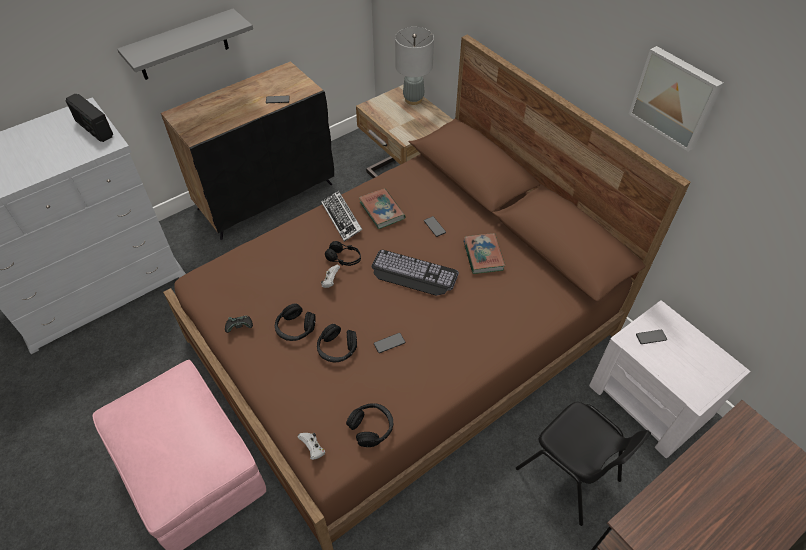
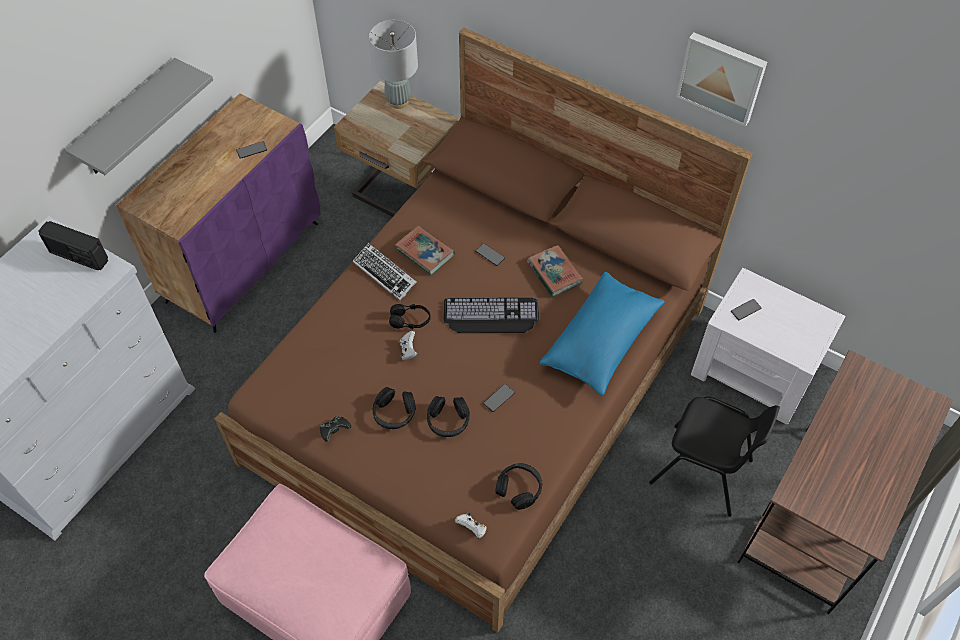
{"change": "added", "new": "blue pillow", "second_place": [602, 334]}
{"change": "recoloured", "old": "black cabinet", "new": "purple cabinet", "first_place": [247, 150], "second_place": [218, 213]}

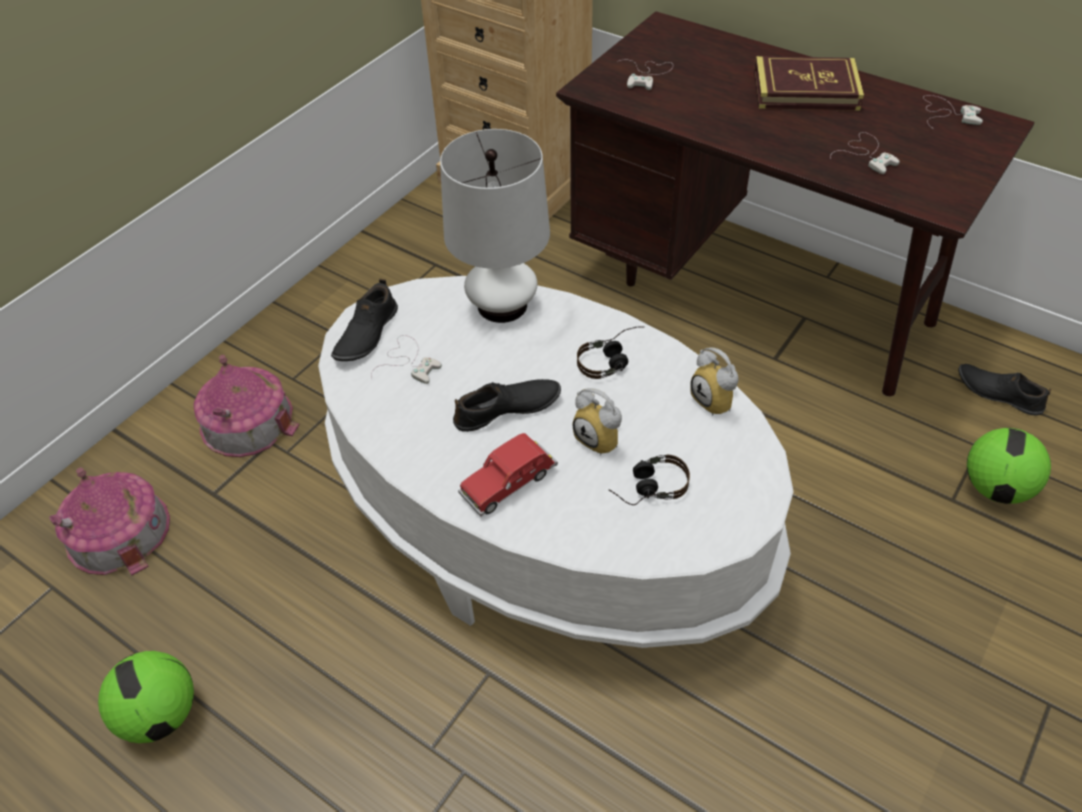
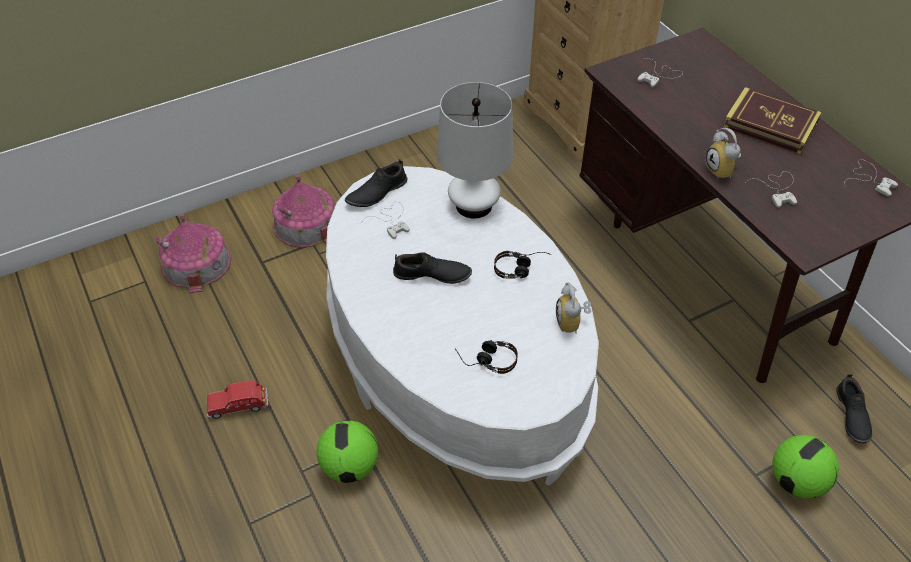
{"change": "moved", "old": "football", "first_place": [146, 697], "second_place": [347, 451]}
{"change": "moved", "old": "red toy car", "first_place": [508, 475], "second_place": [238, 399]}
{"change": "moved", "old": "alarm clock", "first_place": [597, 421], "second_place": [723, 153]}
{"change": "turned", "old": "black shoe", "first_place": [1004, 389], "second_place": [854, 409], "degrees": -150}

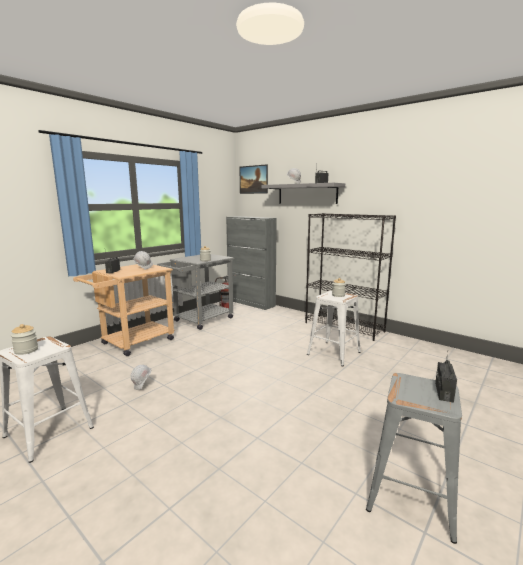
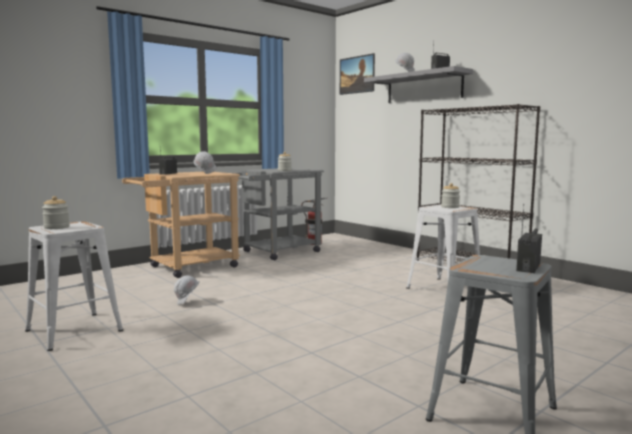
{"change": "removed", "old": "grey cabinet", "first_place": [251, 263]}

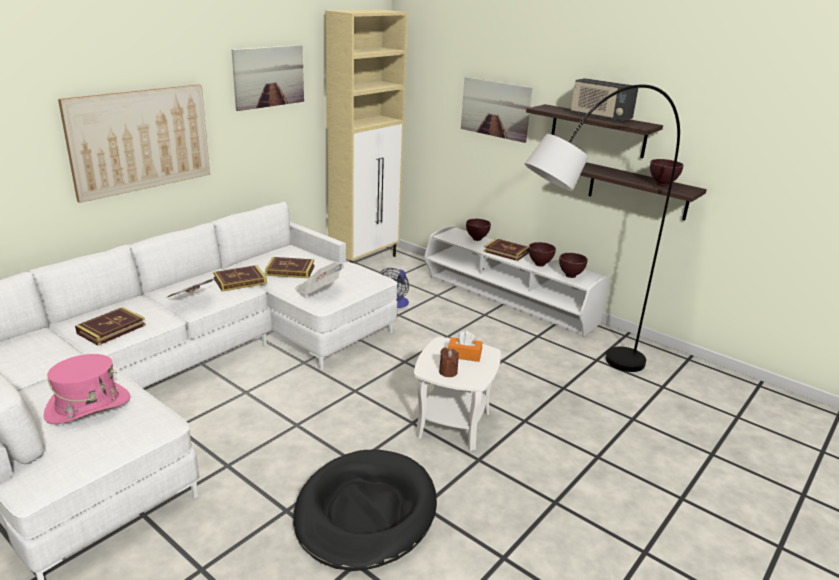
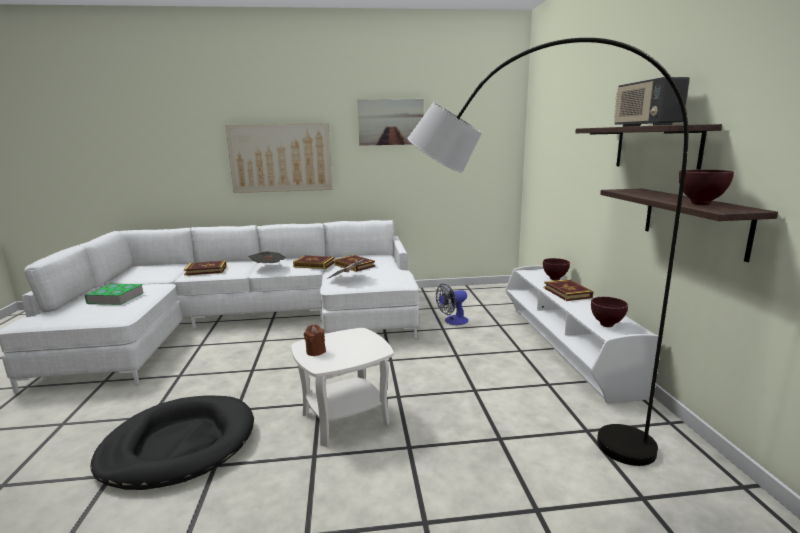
{"change": "removed", "old": "beige cabinet", "first_place": [366, 136]}
{"change": "removed", "old": "orange tissue box", "first_place": [465, 346]}
{"change": "removed", "old": "picture", "first_place": [497, 110]}
{"change": "removed", "old": "brown bowl", "first_place": [542, 254]}
{"change": "replaced", "old": "pink hat", "new": "book", "first_place": [87, 389], "second_place": [114, 294]}

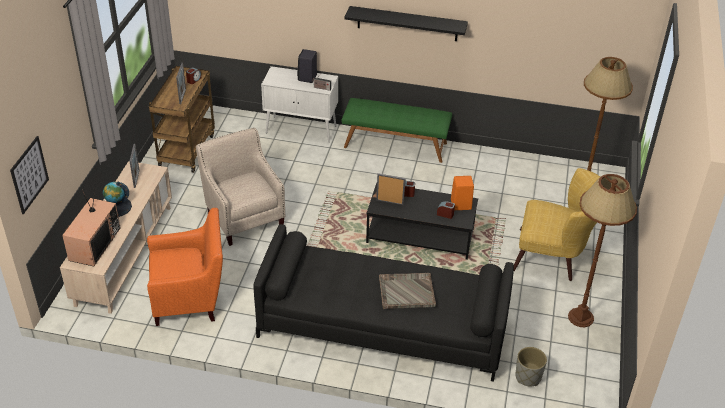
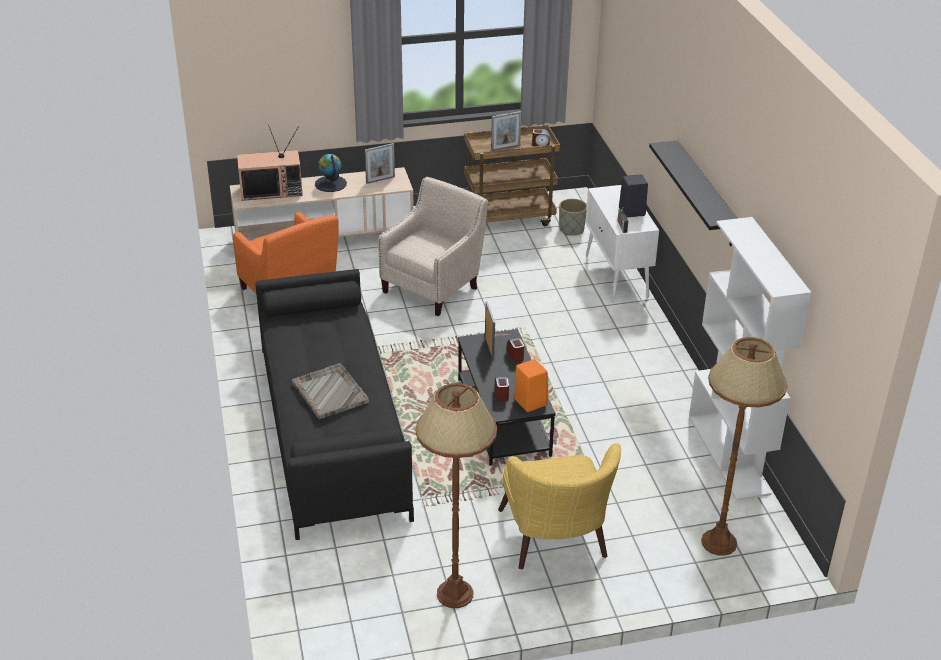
{"change": "removed", "old": "picture", "first_place": [29, 175]}
{"change": "removed", "old": "green bench", "first_place": [396, 130]}
{"change": "added", "new": "white bookcase", "second_place": [750, 358]}
{"change": "moved", "old": "grey planter", "first_place": [531, 367], "second_place": [573, 217]}

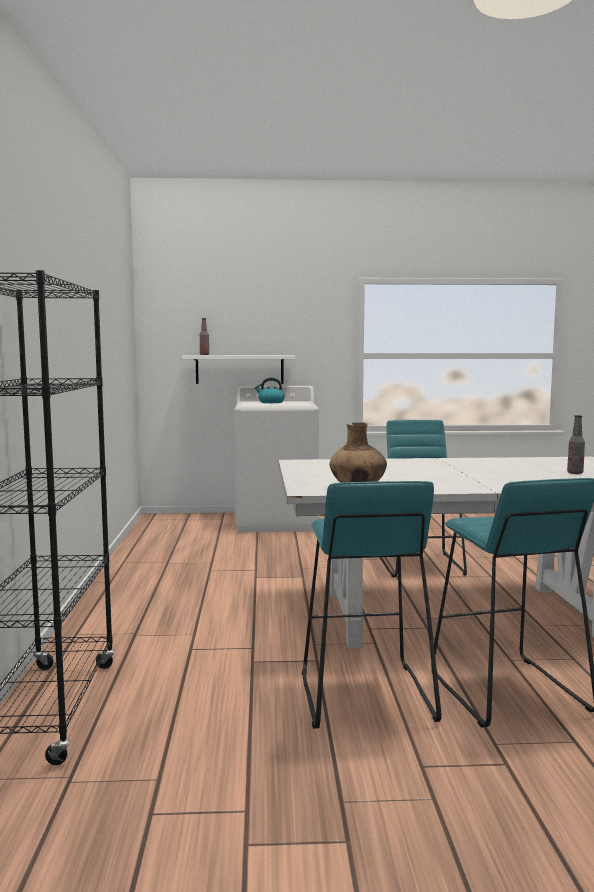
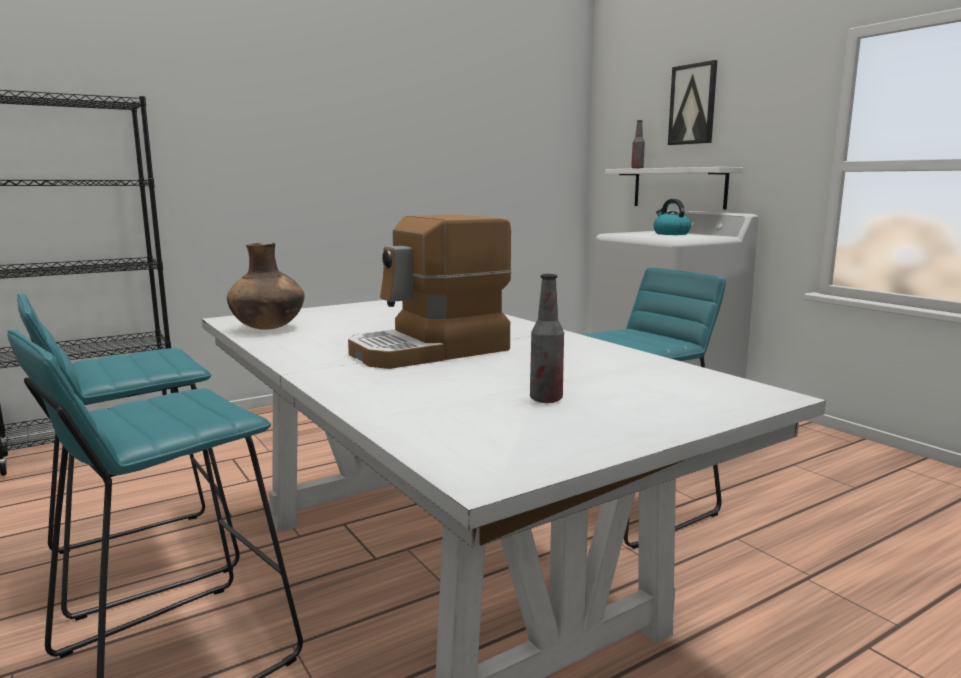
{"change": "added", "new": "coffee machine", "second_place": [430, 291]}
{"change": "added", "new": "picture", "second_place": [693, 102]}

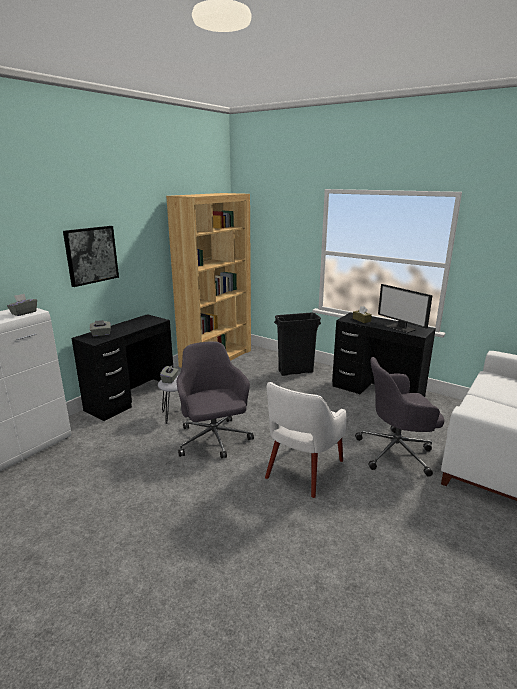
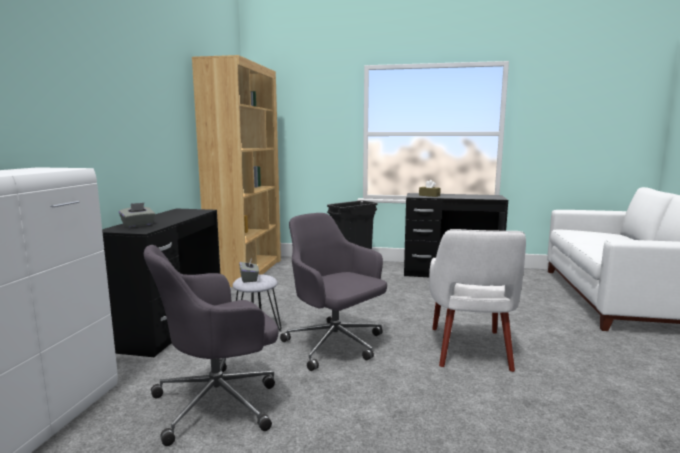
{"change": "removed", "old": "grey tissue box", "first_place": [22, 304]}
{"change": "removed", "old": "picture", "first_place": [91, 256]}
{"change": "removed", "old": "monitor", "first_place": [405, 308]}
{"change": "moved", "old": "grey office chair", "first_place": [400, 417], "second_place": [211, 345]}

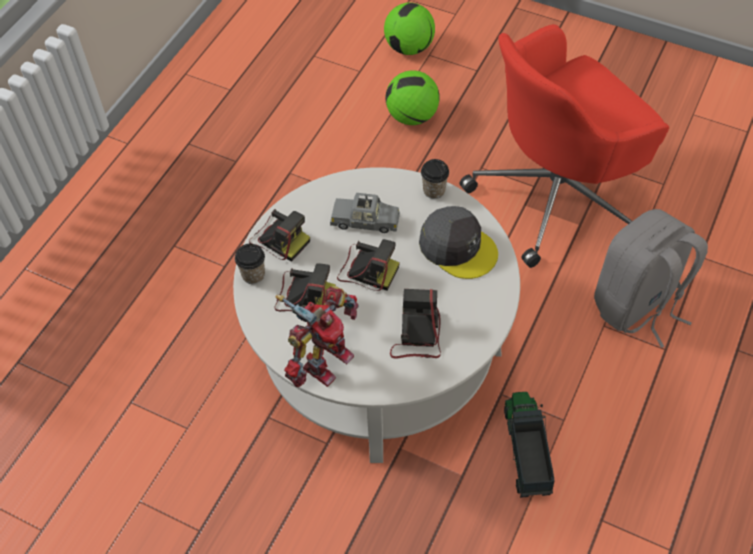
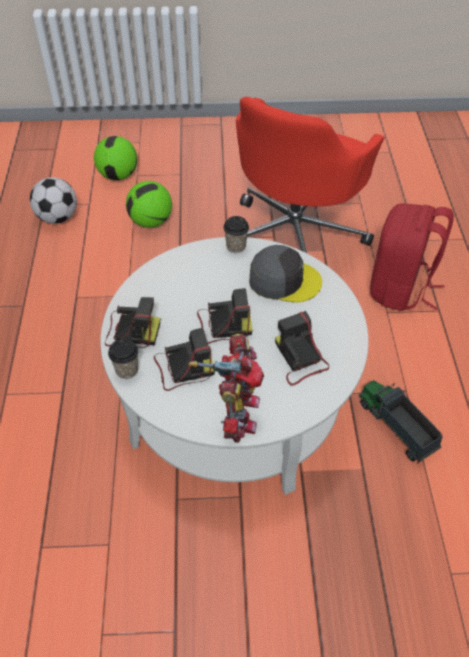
{"change": "removed", "old": "grey toy car", "first_place": [365, 213]}
{"change": "added", "new": "football", "second_place": [53, 200]}
{"change": "recoloured", "old": "grey backpack", "new": "red backpack", "first_place": [651, 278], "second_place": [412, 257]}

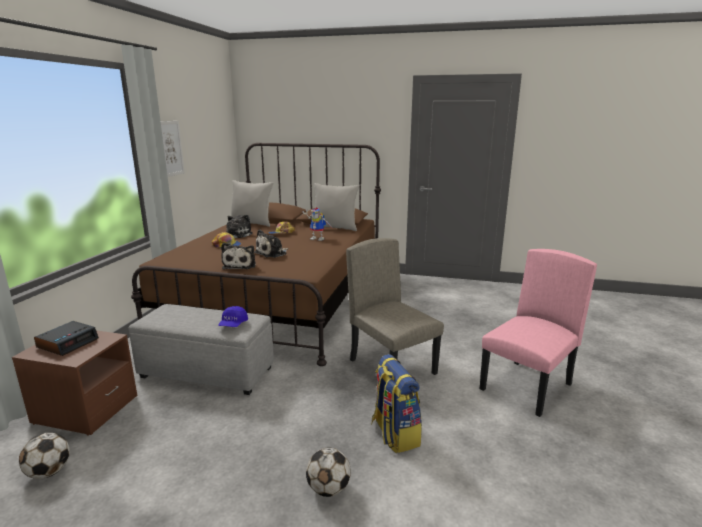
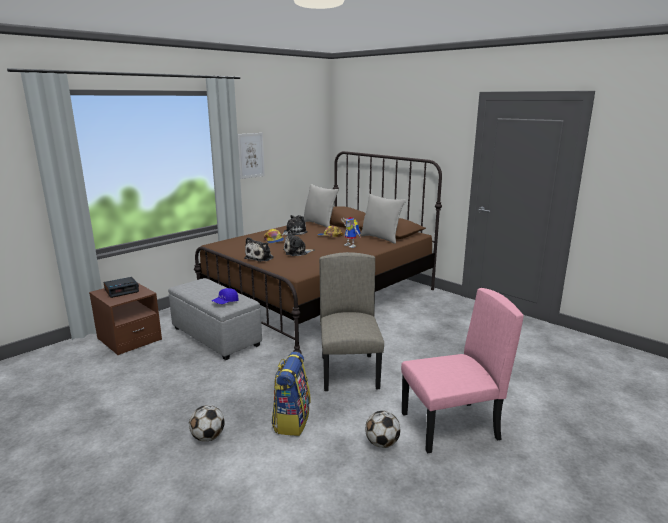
{"change": "moved", "old": "football", "first_place": [44, 456], "second_place": [382, 429]}

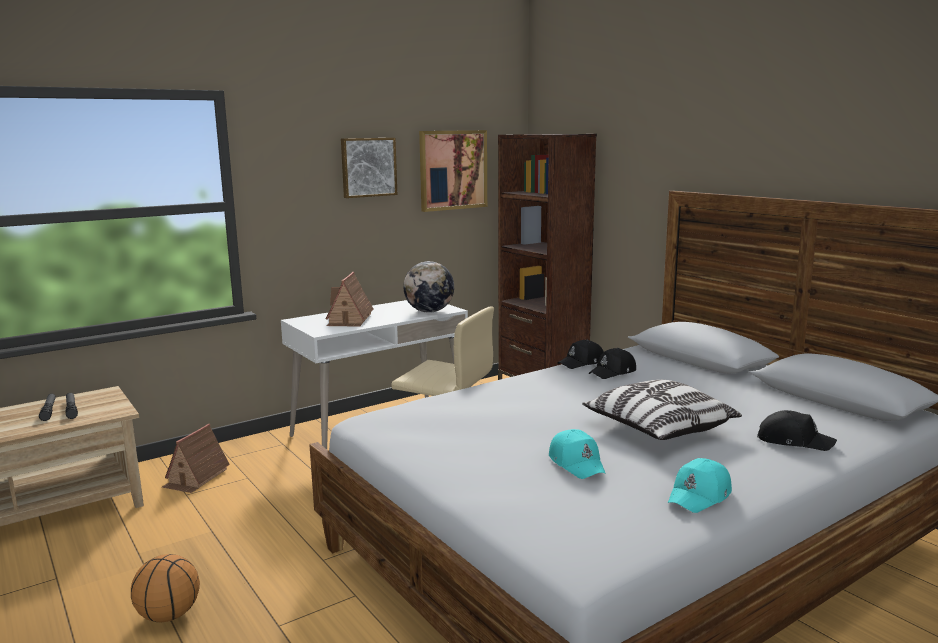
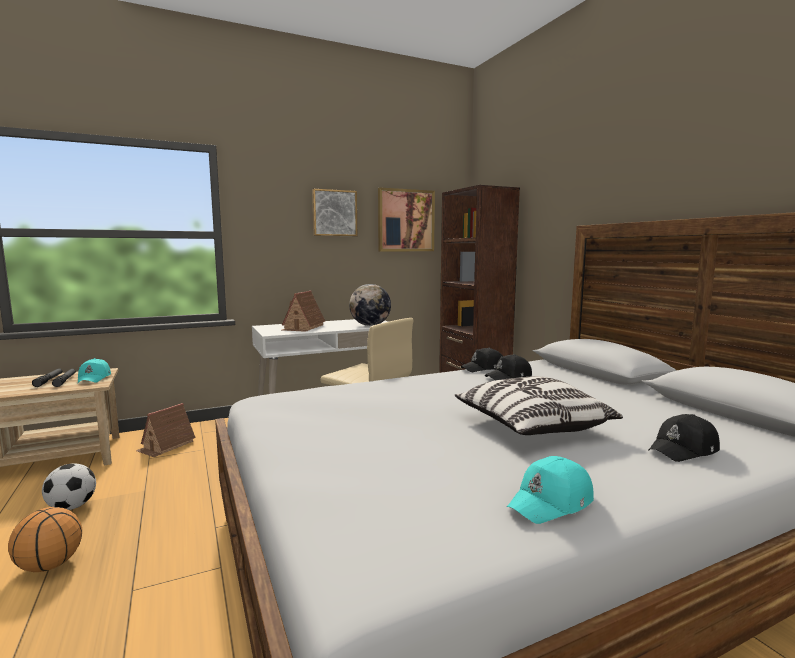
{"change": "added", "new": "football", "second_place": [69, 486]}
{"change": "moved", "old": "turquoise cap", "first_place": [577, 454], "second_place": [94, 370]}
{"change": "turned", "old": "black cap", "first_place": [797, 430], "second_place": [684, 438], "degrees": 120}

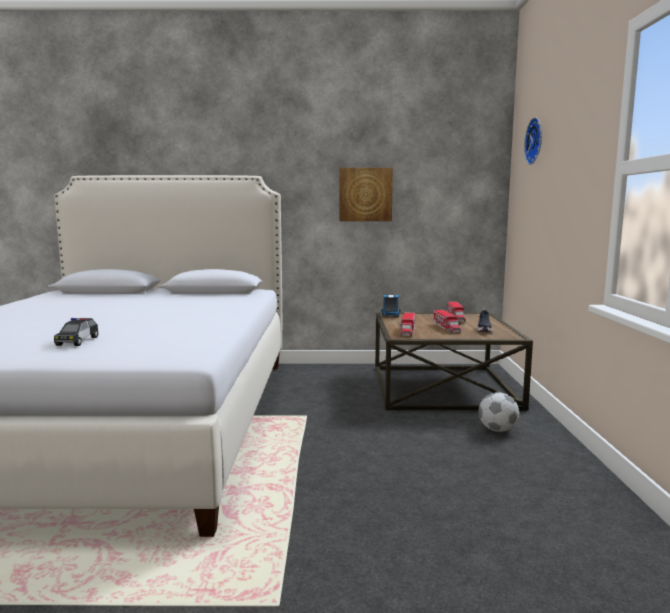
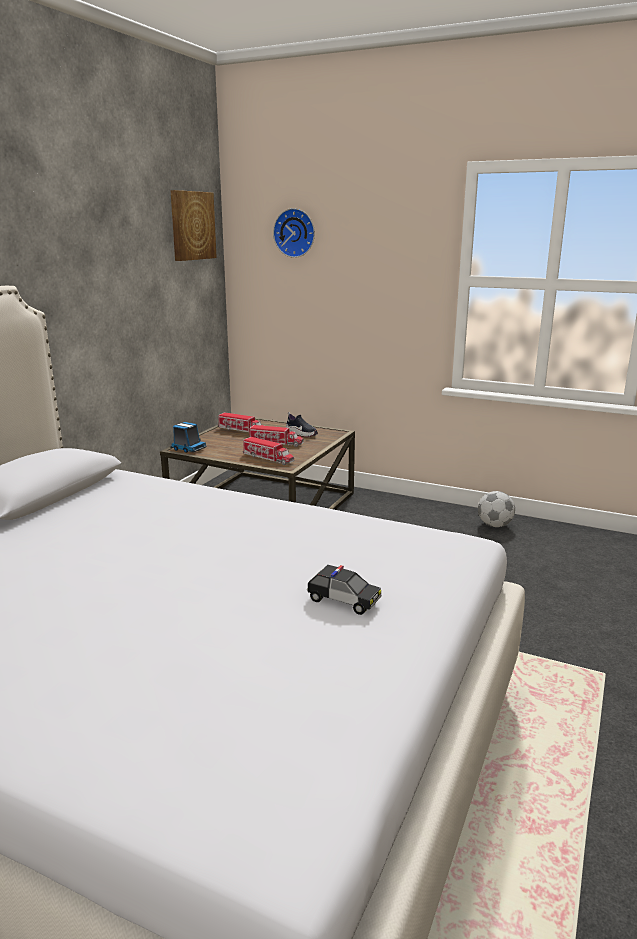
{"change": "moved", "old": "picture", "first_place": [366, 194], "second_place": [193, 225]}
{"change": "moved", "old": "football", "first_place": [499, 412], "second_place": [496, 509]}

